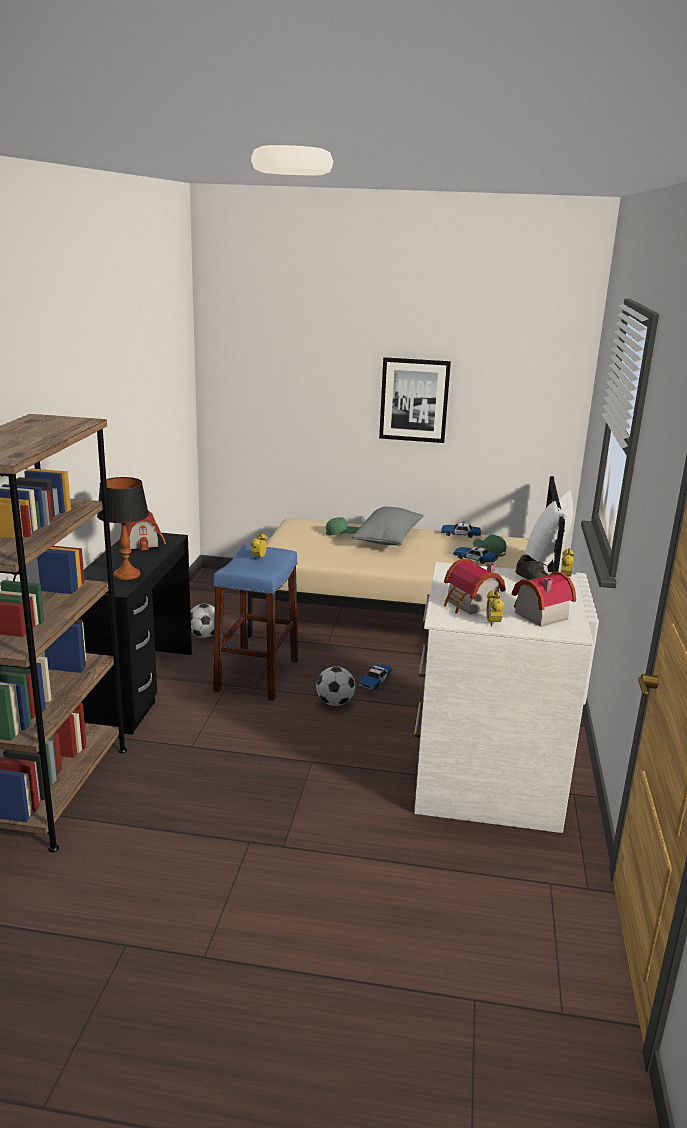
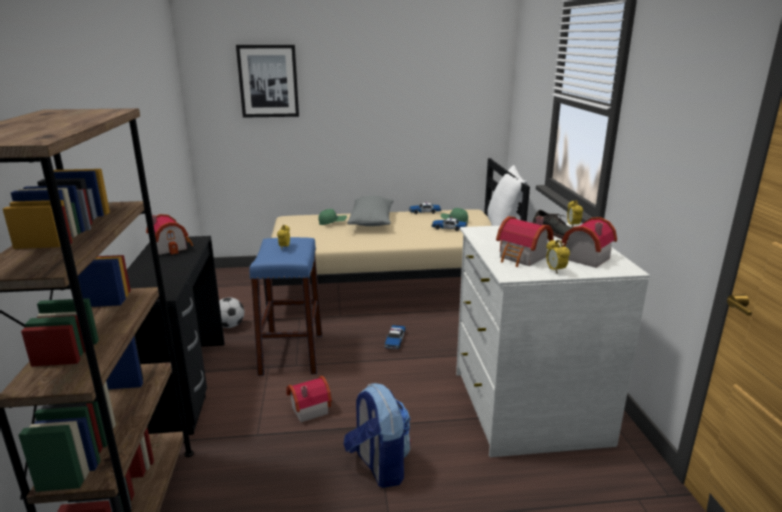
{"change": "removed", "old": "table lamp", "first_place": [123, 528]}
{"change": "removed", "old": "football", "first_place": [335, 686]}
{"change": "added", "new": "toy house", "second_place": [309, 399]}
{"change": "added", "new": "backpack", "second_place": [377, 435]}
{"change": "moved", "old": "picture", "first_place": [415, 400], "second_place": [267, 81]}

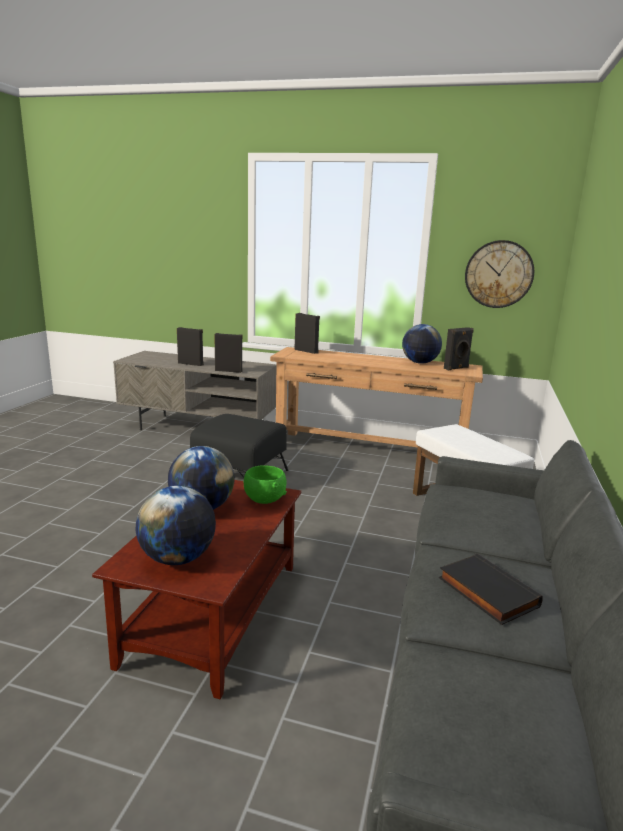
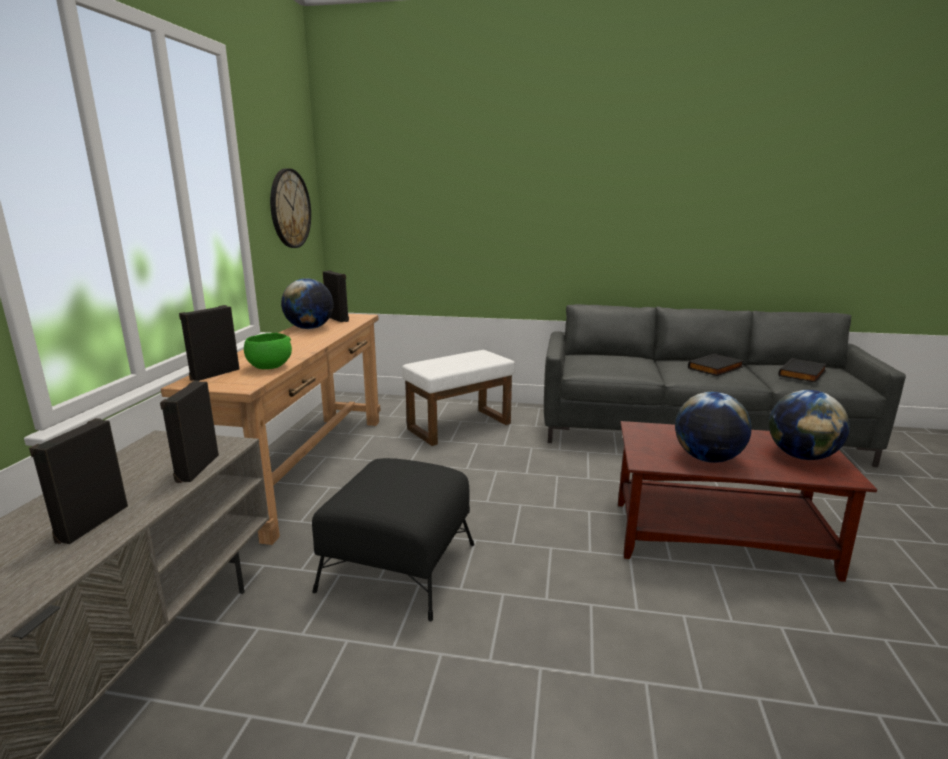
{"change": "added", "new": "black book", "second_place": [802, 370]}
{"change": "moved", "old": "green bowl", "first_place": [265, 484], "second_place": [268, 351]}

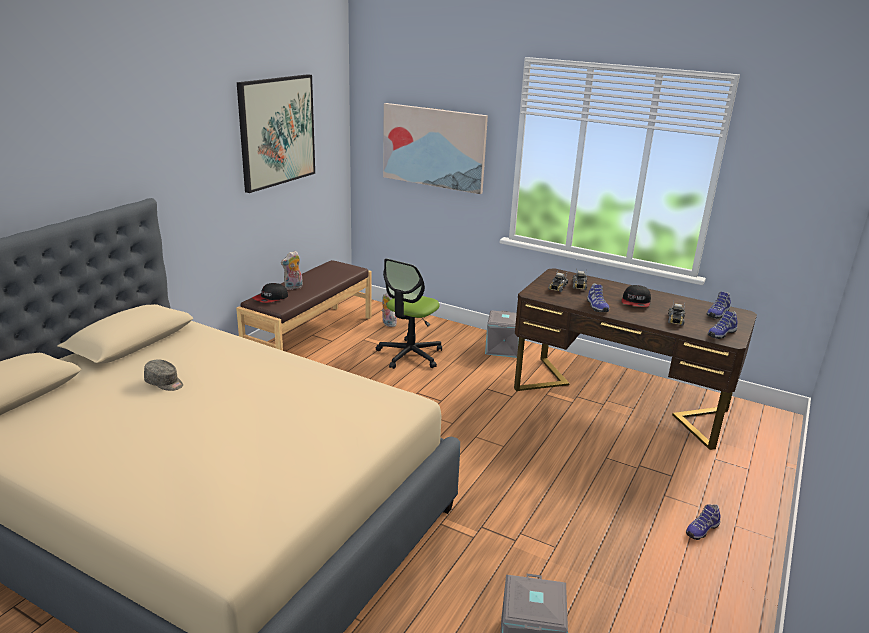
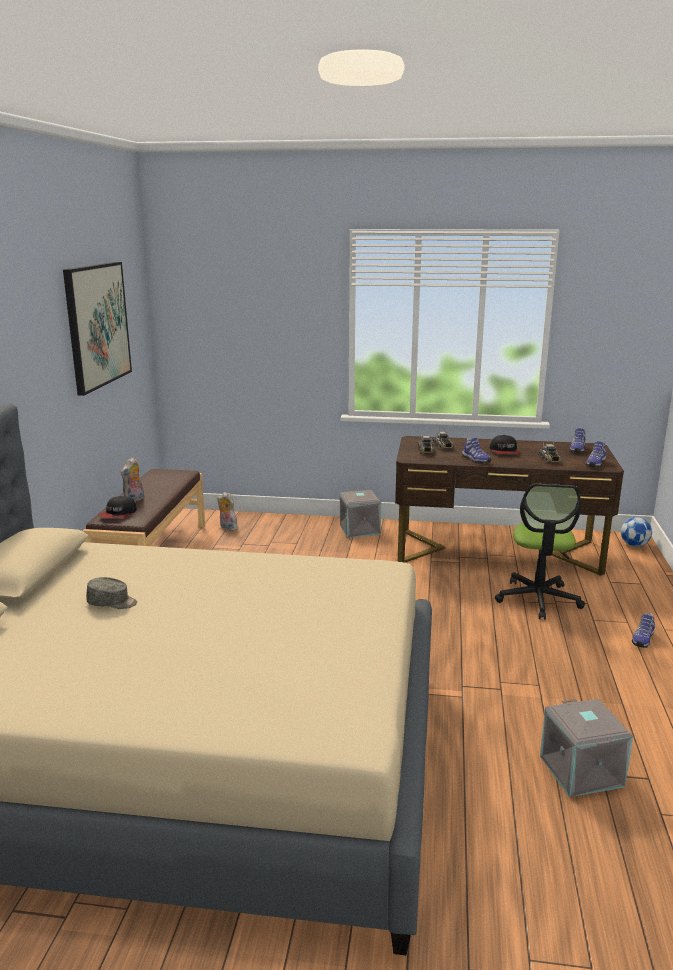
{"change": "removed", "old": "picture", "first_place": [435, 148]}
{"change": "added", "new": "football", "second_place": [636, 532]}
{"change": "moved", "old": "office chair", "first_place": [409, 314], "second_place": [540, 552]}

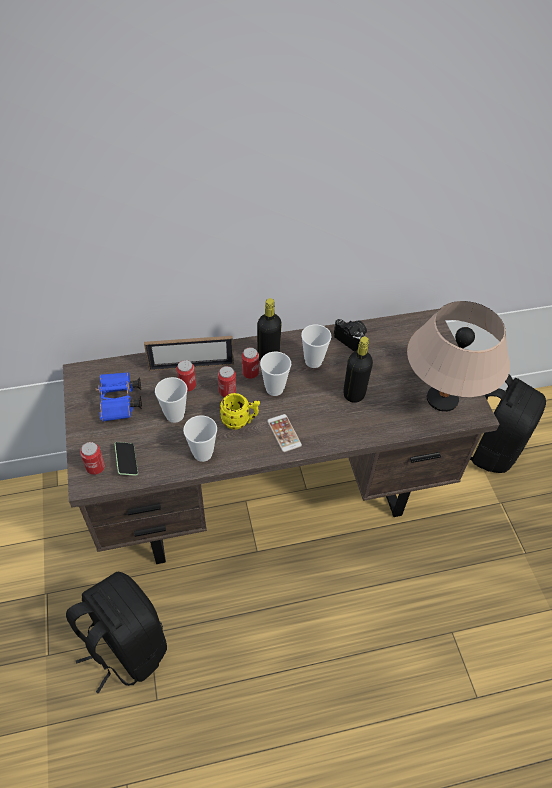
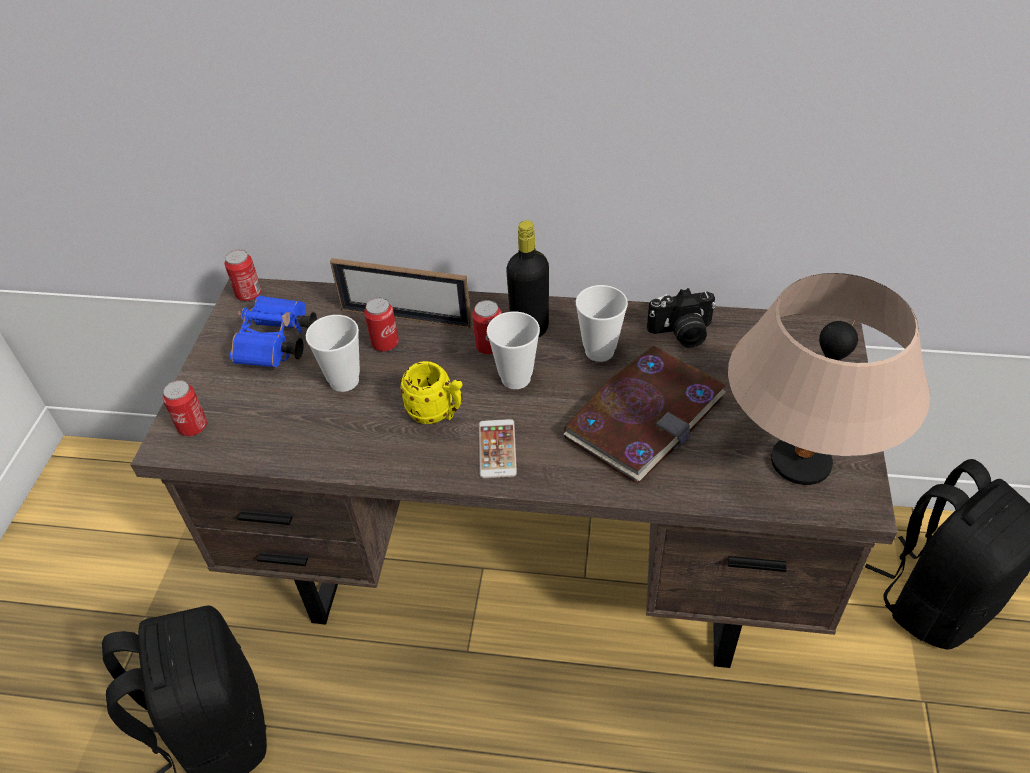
{"change": "removed", "old": "phone", "first_place": [126, 459]}
{"change": "removed", "old": "cup", "first_place": [200, 438]}
{"change": "moved", "old": "can", "first_place": [227, 381], "second_place": [243, 275]}
{"change": "replaced", "old": "black bottle", "new": "book", "first_place": [358, 370], "second_place": [644, 415]}
{"change": "turned", "old": "photo camera", "first_place": [350, 335], "second_place": [681, 318], "degrees": 105}

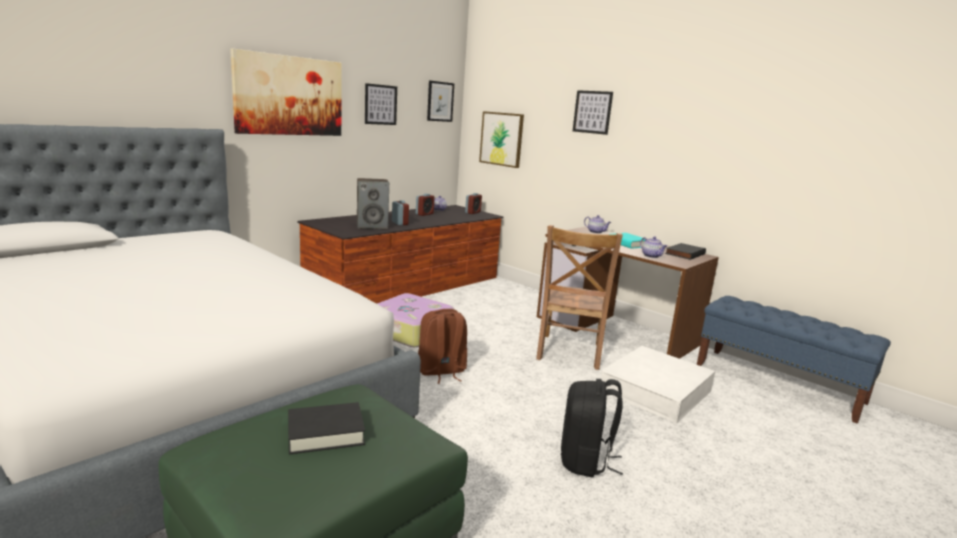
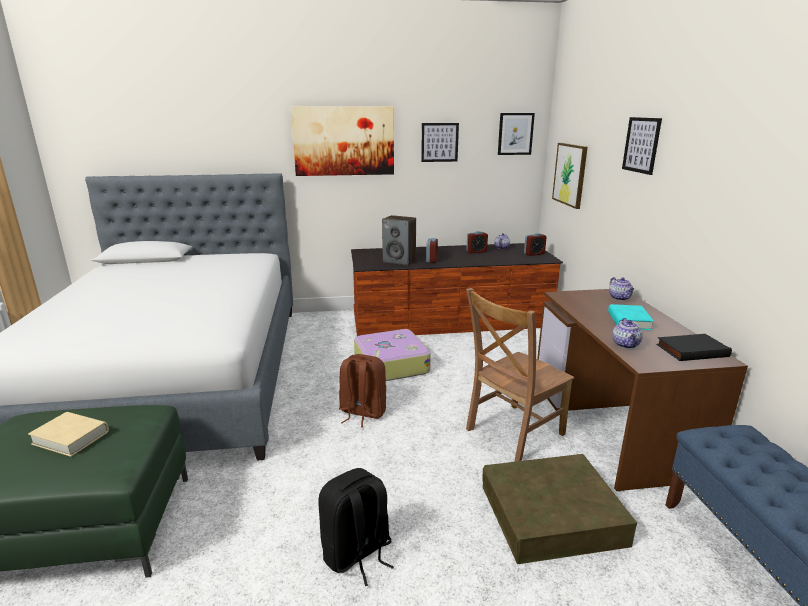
{"change": "recoloured", "old": "black book", "new": "beige book", "first_place": [326, 428], "second_place": [68, 434]}
{"change": "recoloured", "old": "white storage box", "new": "brown storage box", "first_place": [658, 385], "second_place": [559, 509]}

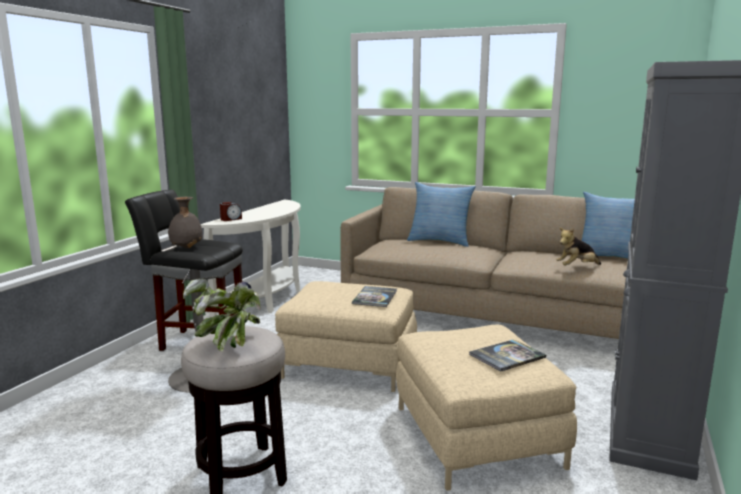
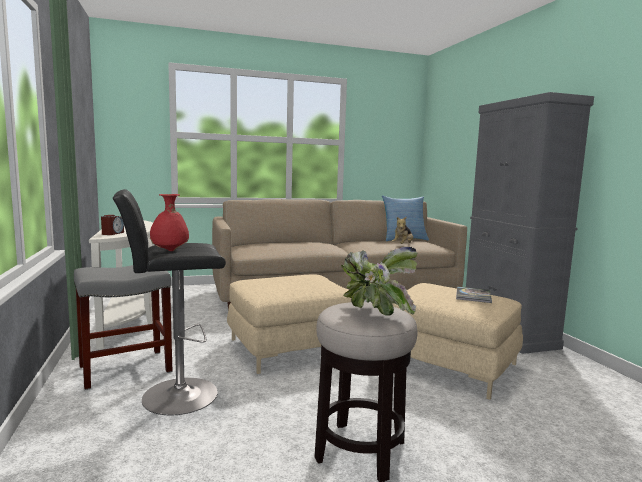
{"change": "removed", "old": "book", "first_place": [374, 296]}
{"change": "removed", "old": "pillow", "first_place": [441, 214]}
{"change": "recoloured", "old": "grey vase", "new": "red vase", "first_place": [185, 222], "second_place": [169, 222]}

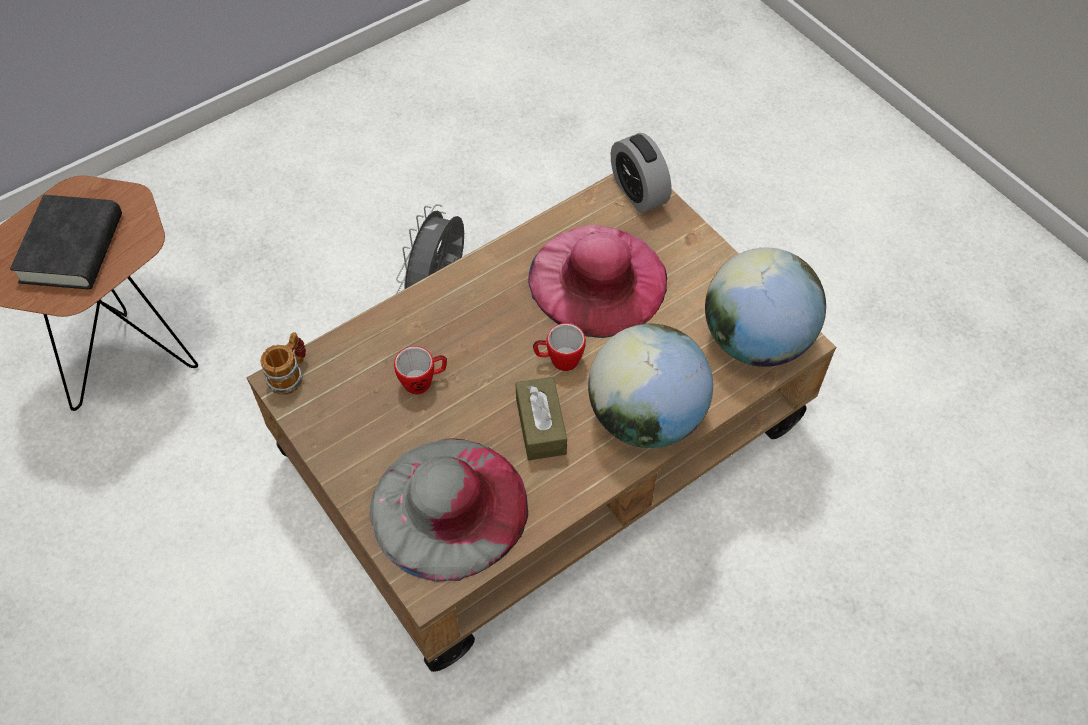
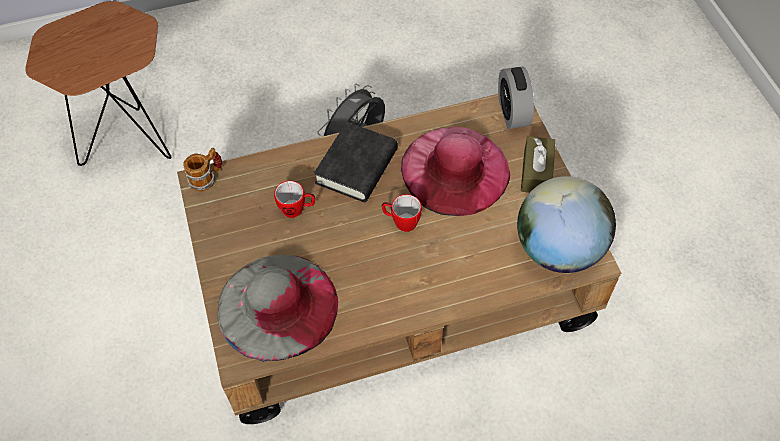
{"change": "removed", "old": "globe", "first_place": [650, 386]}
{"change": "moved", "old": "black book", "first_place": [66, 242], "second_place": [356, 162]}
{"change": "moved", "old": "brown tissue box", "first_place": [541, 418], "second_place": [538, 164]}

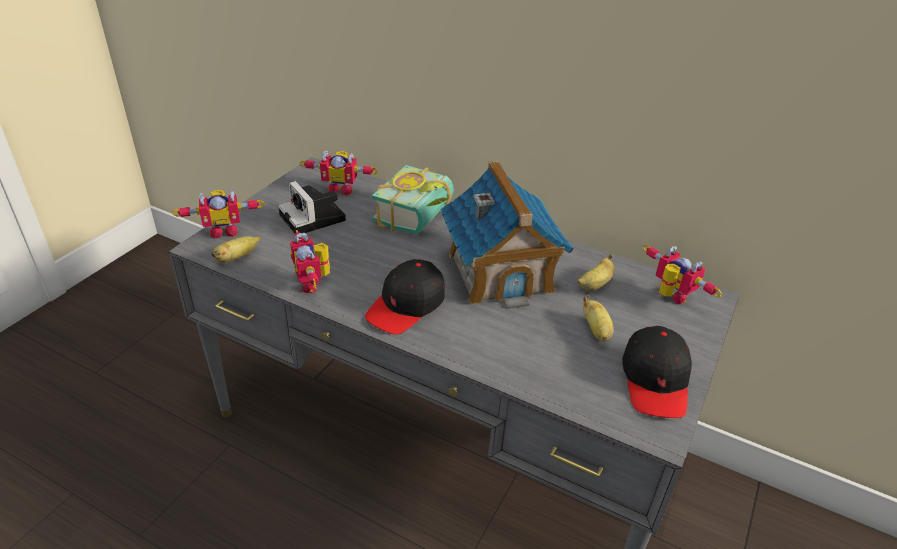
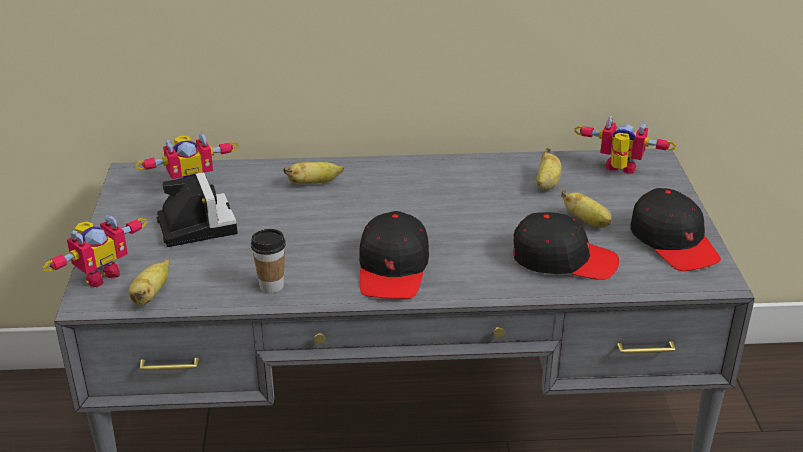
{"change": "removed", "old": "toy house", "first_place": [507, 235]}
{"change": "added", "new": "black cap", "second_place": [566, 246]}
{"change": "replaced", "old": "toy robot", "new": "cup", "first_place": [310, 261], "second_place": [268, 261]}
{"change": "replaced", "old": "book", "new": "banana", "first_place": [413, 199], "second_place": [313, 173]}
{"change": "turned", "old": "photo camera", "first_place": [312, 207], "second_place": [197, 209], "degrees": -135}

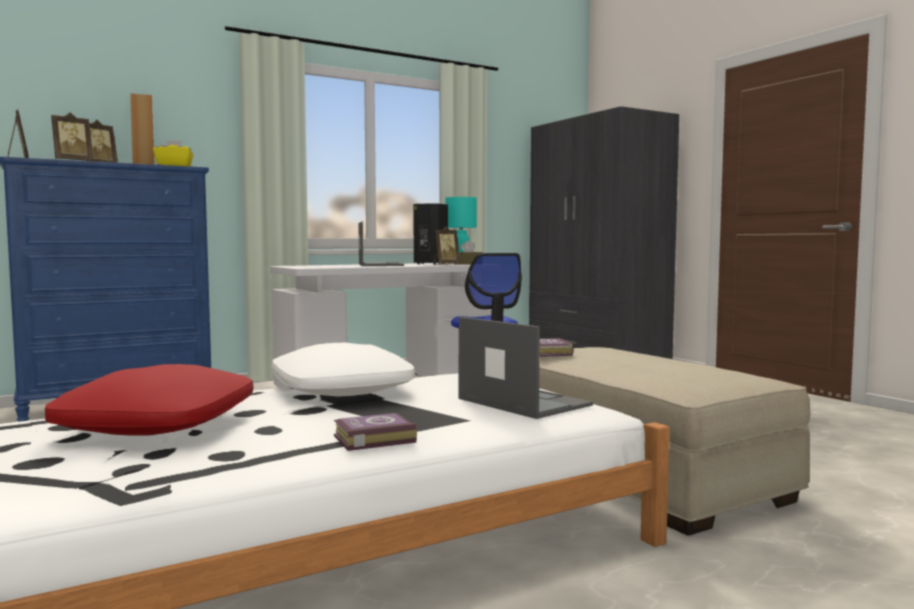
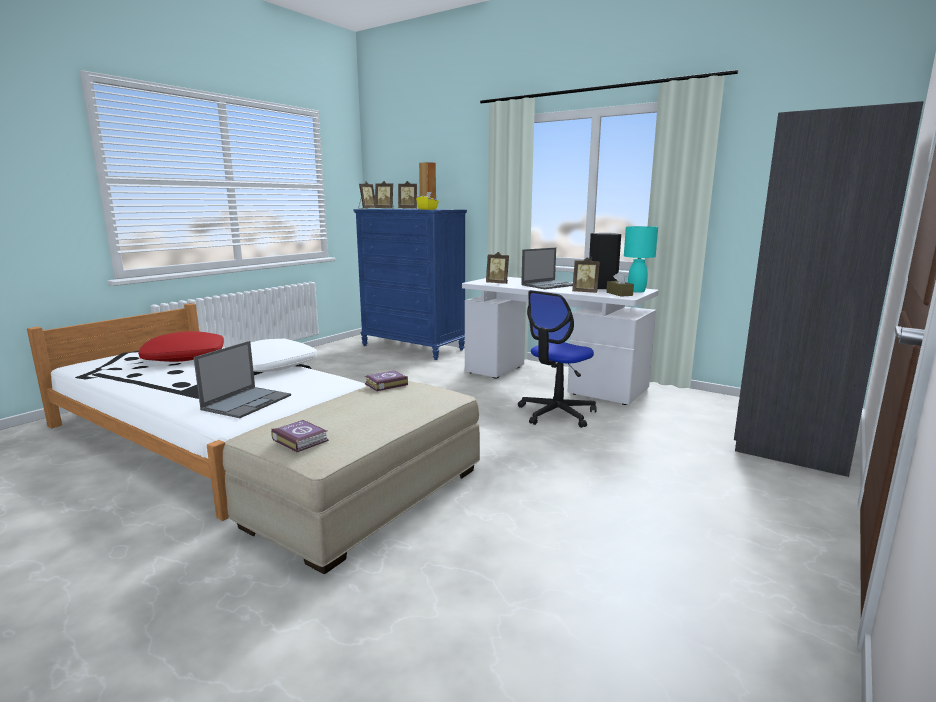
{"change": "added", "new": "picture frame", "second_place": [497, 268]}
{"change": "moved", "old": "book", "first_place": [375, 432], "second_place": [300, 436]}

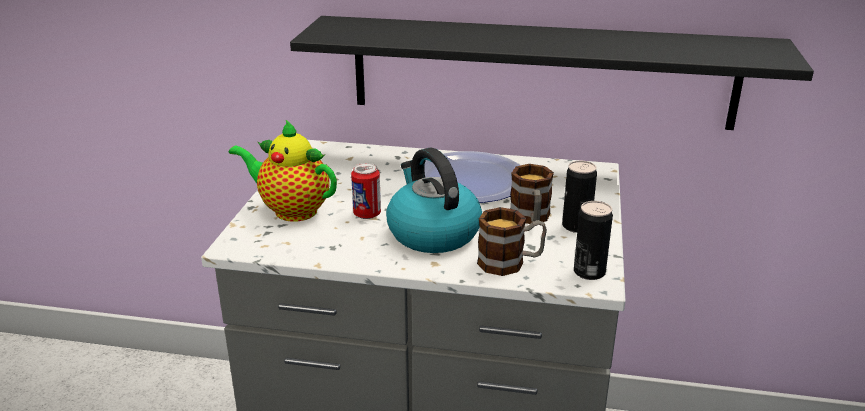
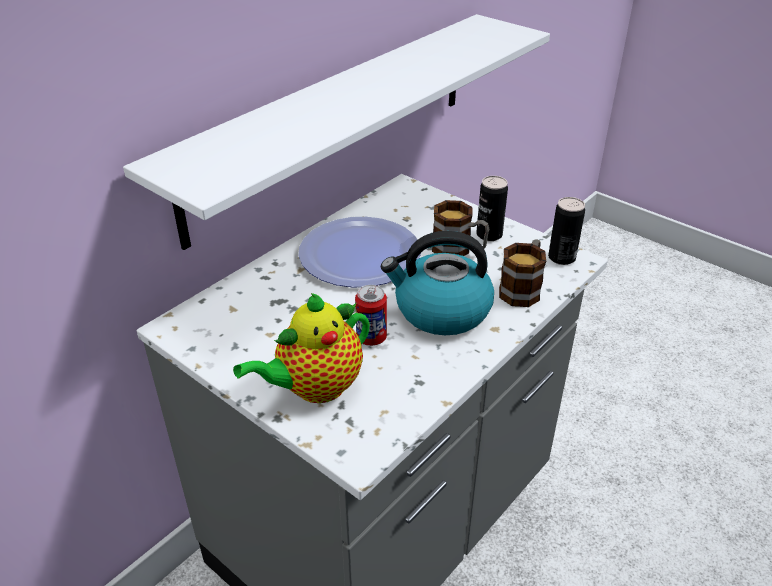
{"change": "recoloured", "old": "black shelf", "new": "white shelf", "first_place": [552, 73], "second_place": [336, 132]}

